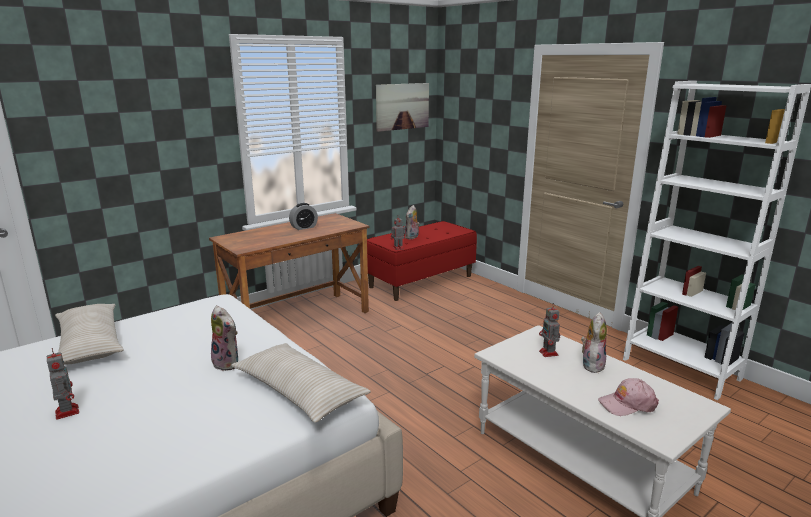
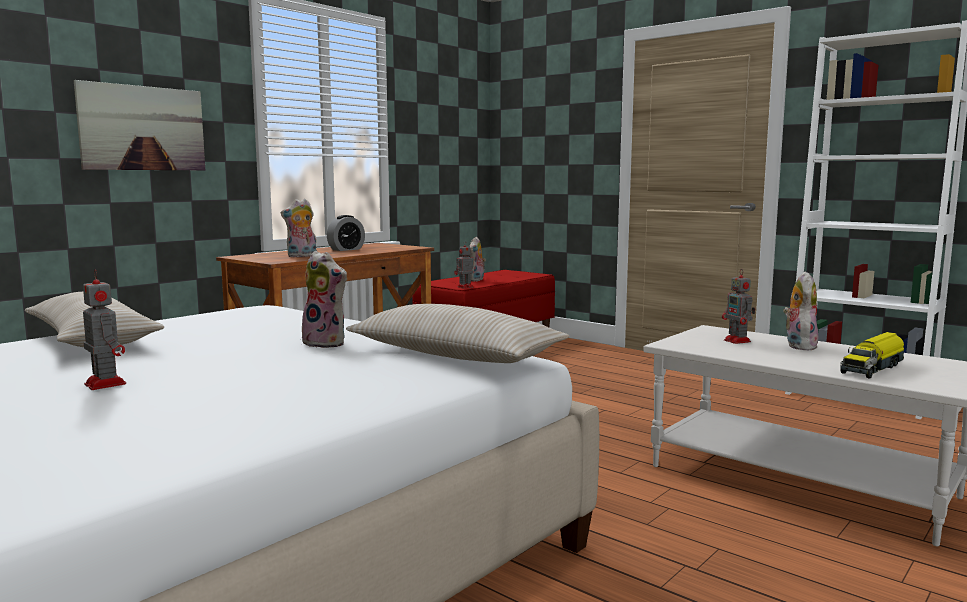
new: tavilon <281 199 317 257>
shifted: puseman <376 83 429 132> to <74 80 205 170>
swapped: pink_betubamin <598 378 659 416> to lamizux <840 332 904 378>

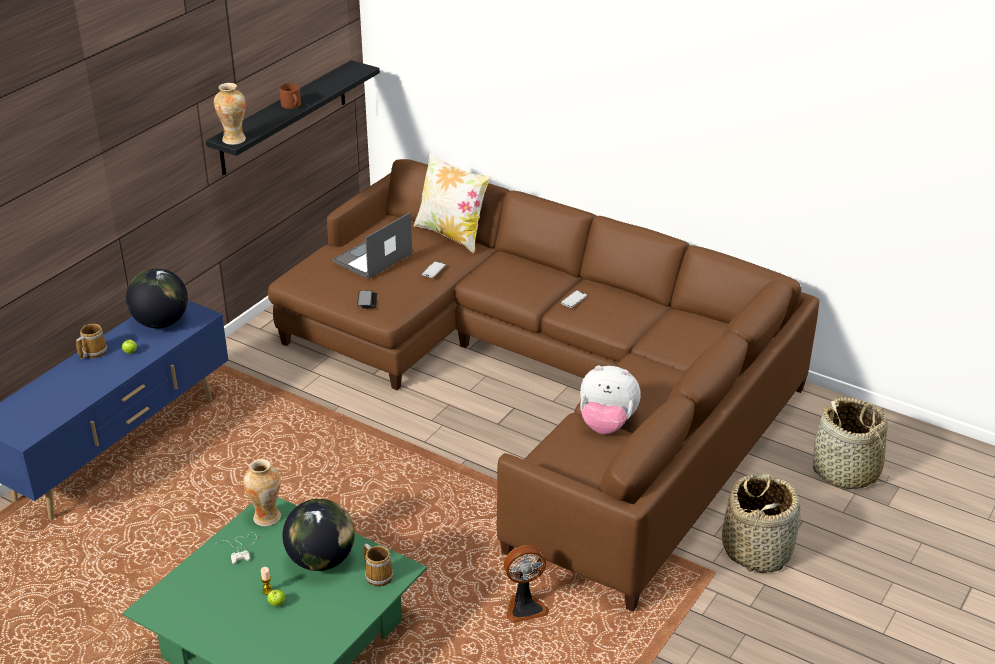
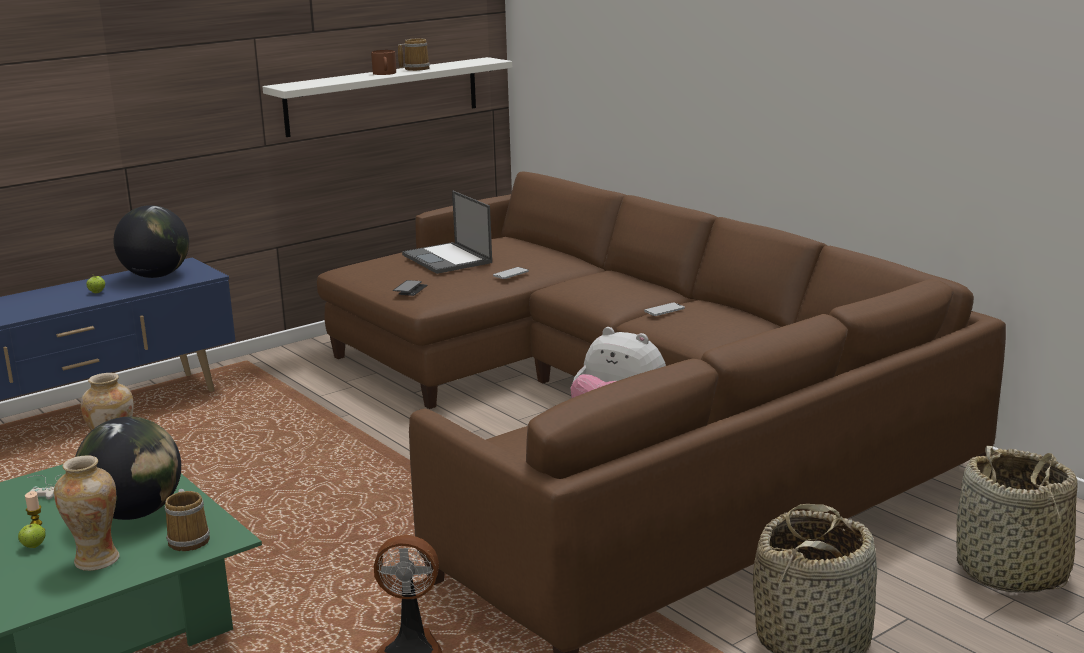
gone: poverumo <414 153 491 253>
shifted: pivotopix <76 324 107 359> to <398 38 430 71>; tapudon <214 83 246 145> to <54 455 120 571>
repainted: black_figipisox <206 60 380 175> to white_figipisox <262 57 512 137>
rotated: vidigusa <333 212 412 279> = <402 191 492 274> 90 degrees counterclockwise

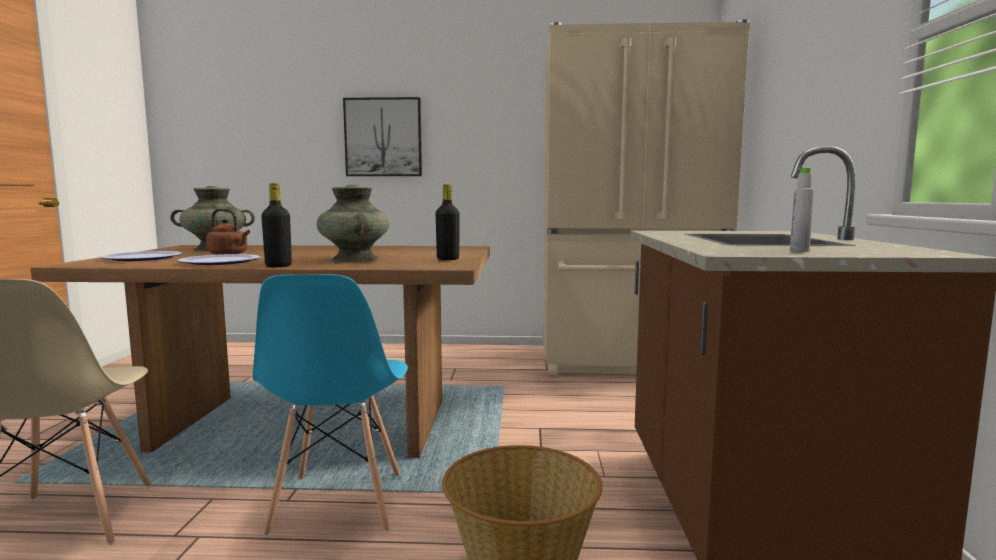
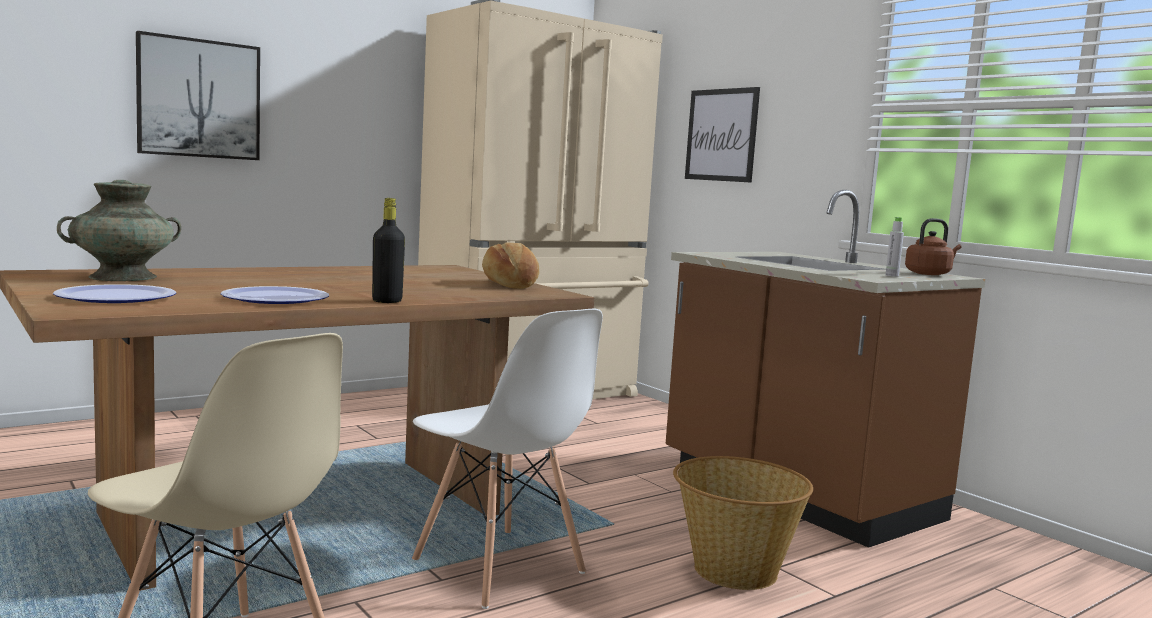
gone: turquoise_tapudon <316 184 389 262>
new: puseman <685 87 760 183>
shifted: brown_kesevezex <206 208 250 255> to <905 218 961 275>
swapped: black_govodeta <436 184 460 260> to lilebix <482 243 539 289>
repainted: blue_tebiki <253 274 408 537> to white_tebiki <412 309 603 609>

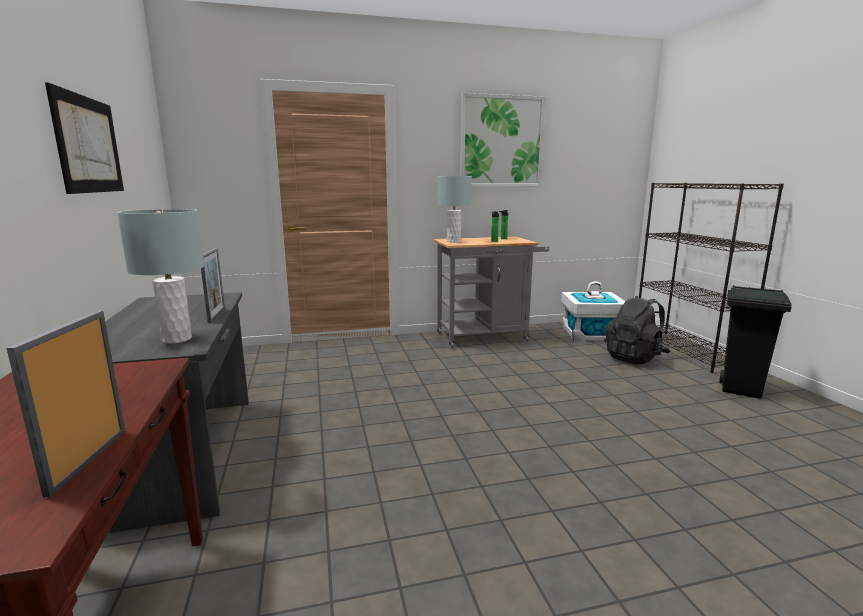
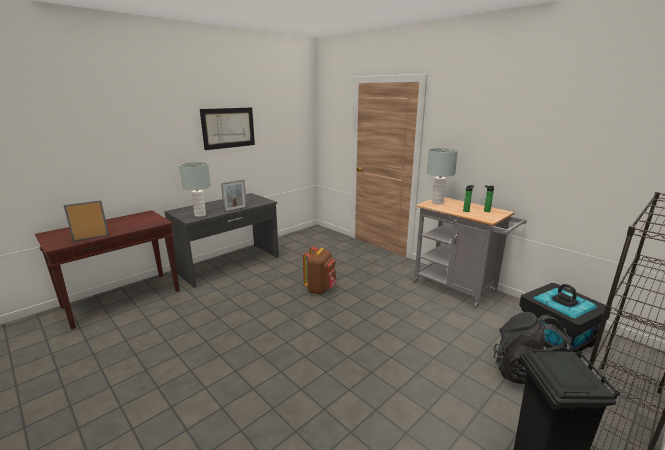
gone: puseman <460 93 546 187>
new: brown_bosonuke <303 246 337 294>
repainted: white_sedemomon <561 281 625 341> to black_sedemomon <519 283 611 352>

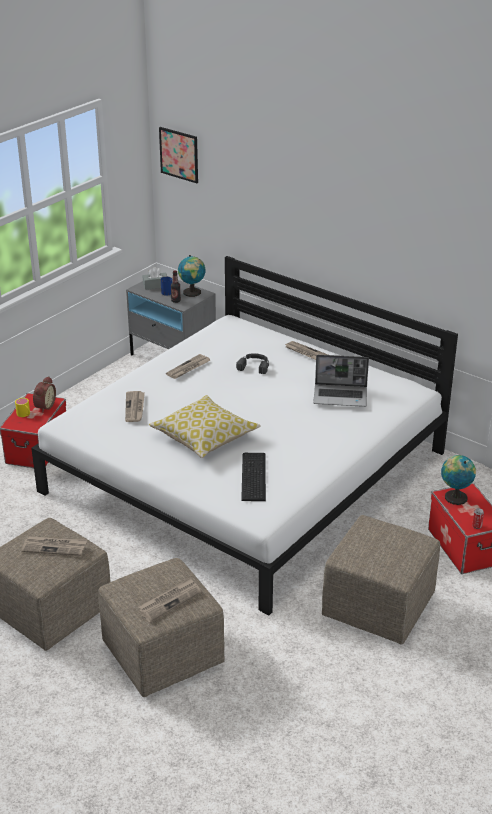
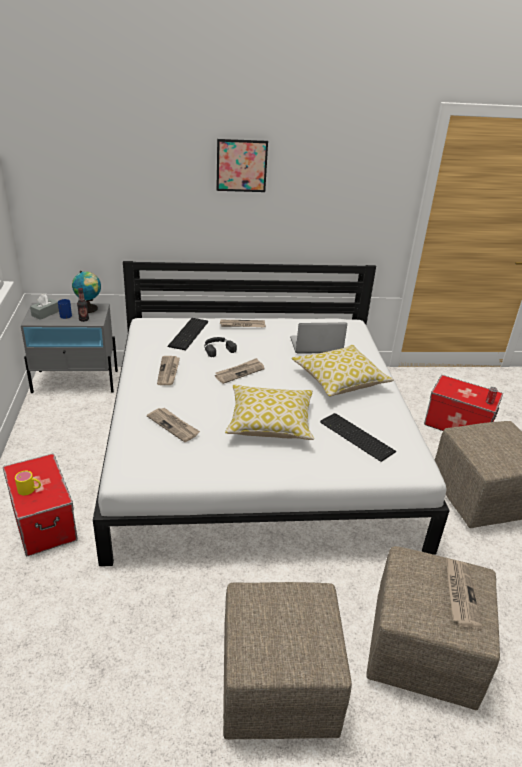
gone: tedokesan <33 376 56 413>; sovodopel <441 455 476 505>
new: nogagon <167 318 208 350>; poverumo <292 345 394 397>
shifted: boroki <21 536 87 556> to <215 358 265 384>; puseman <159 127 198 183> to <216 139 268 192>
rotated: vidigusa <313 355 369 407> = <290 323 347 354> 150 degrees counterclockwise

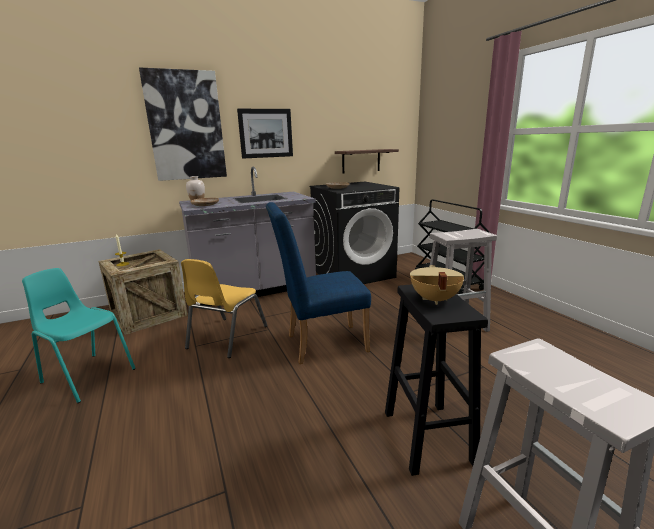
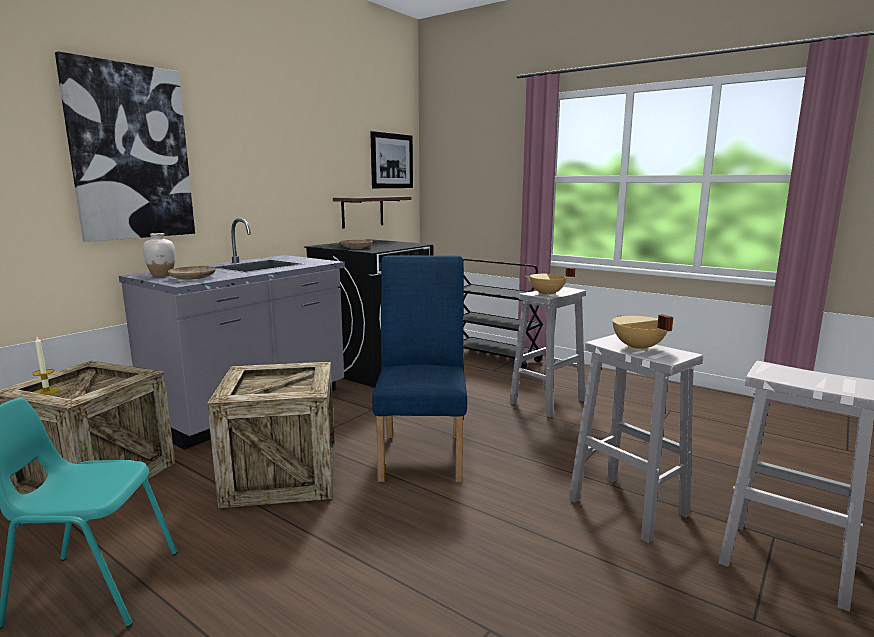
new: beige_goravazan <525 268 575 296>
shifted: puseman <237 109 293 159> to <370 131 413 188>
swapped: yellow_tebiki <181 259 267 358> to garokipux <207 362 335 508>
repainted: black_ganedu <385 284 488 476> to white_ganedu <569 334 703 543>
rotated: blue_tebiki <266 202 371 364> = <372 256 467 482> 135 degrees clockwise

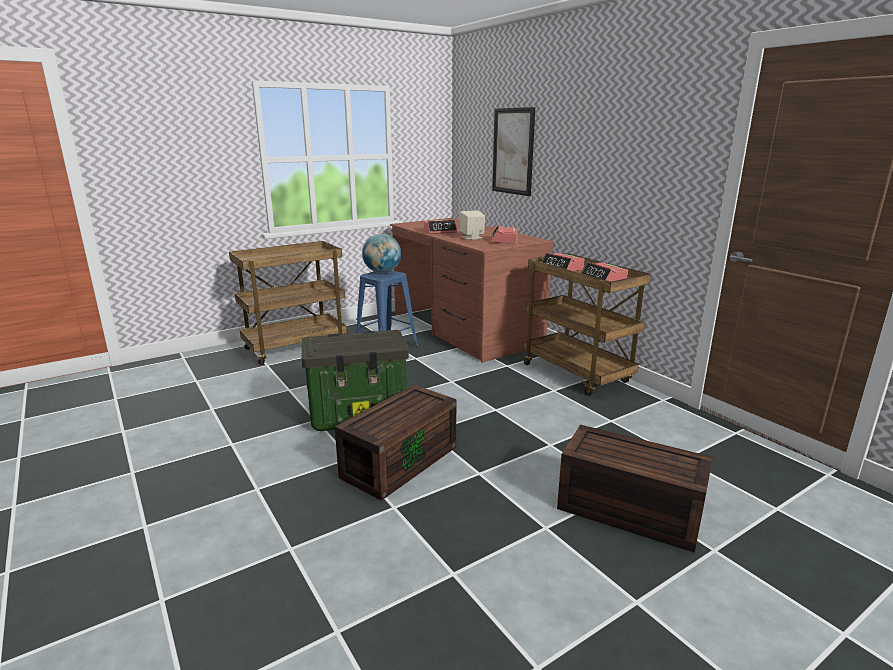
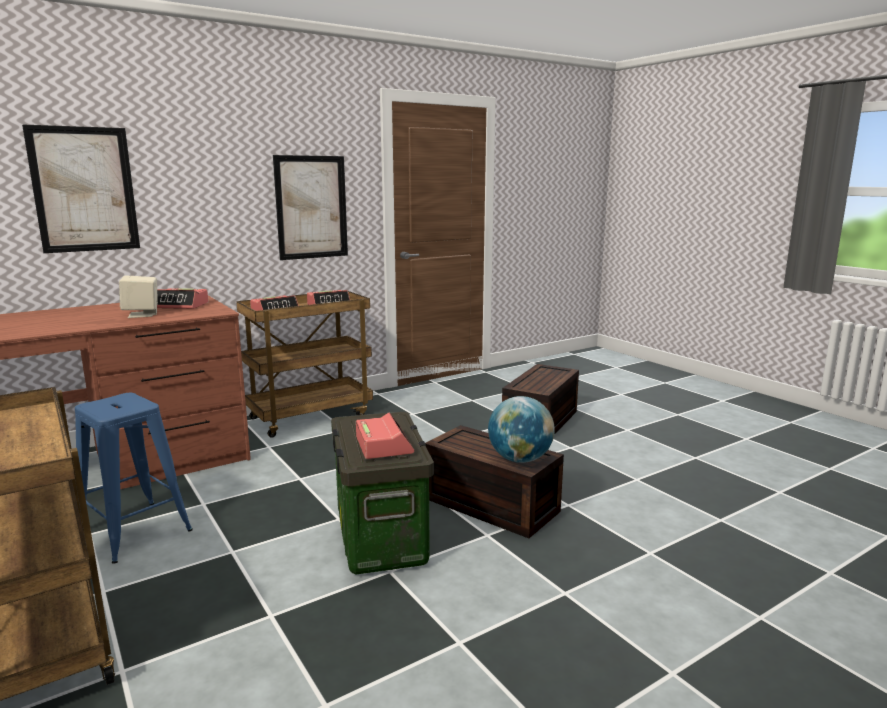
new: puseman <273 155 348 260>
shifted: sovodopel <362 234 401 273> to <488 396 555 463>; tedokesan <424 220 457 234> to <356 412 414 459>

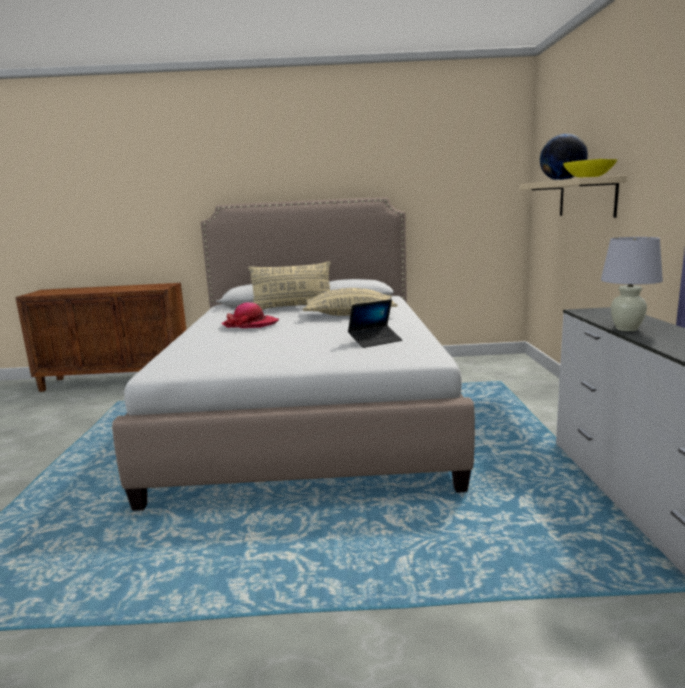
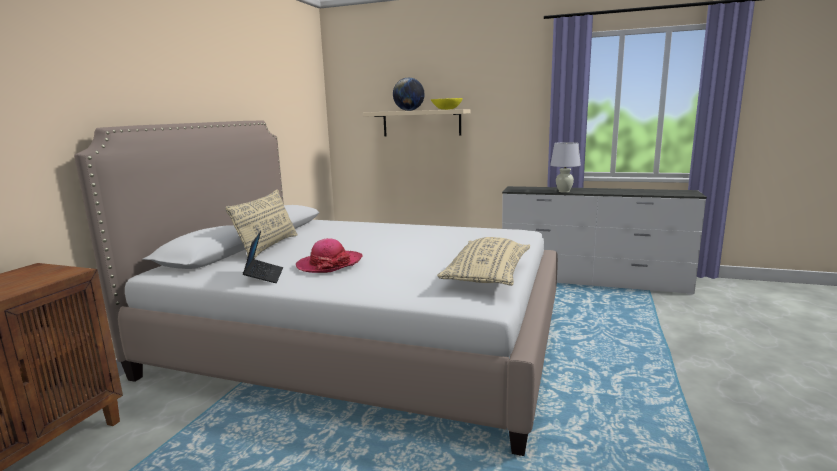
shifted: beige_poverumo <303 288 398 316> to <437 237 530 286>; vidigusa <348 299 402 348> to <243 231 283 283>

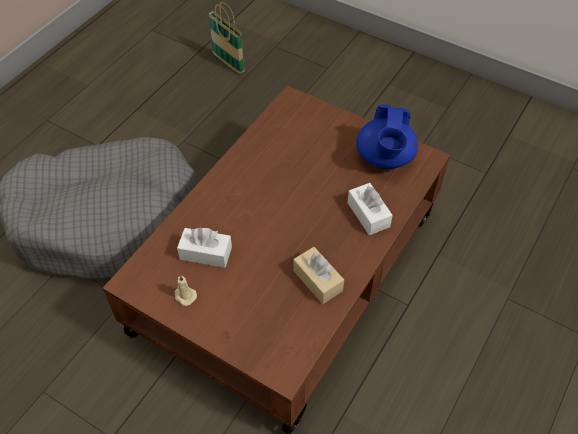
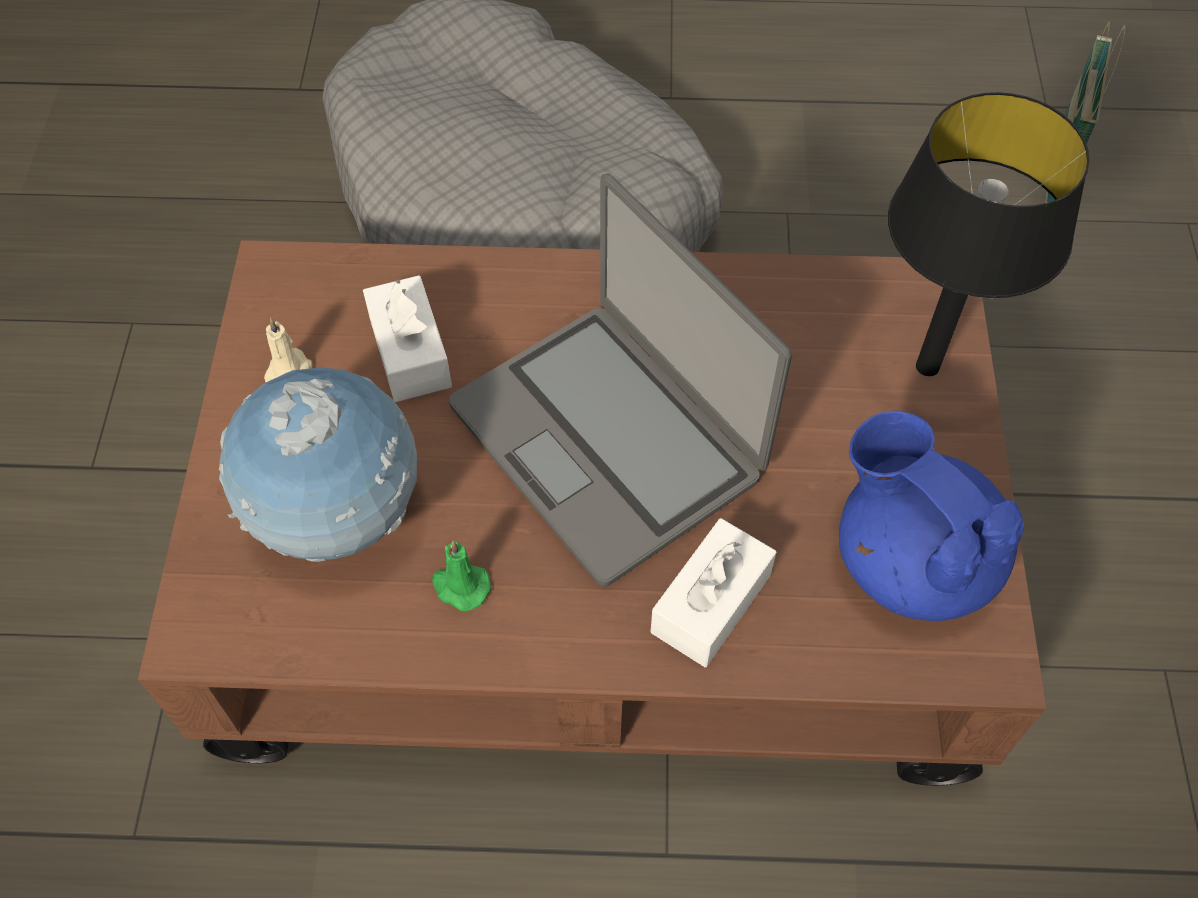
new: sovodopel <219 367 417 562>; vidigusa <449 174 792 587>; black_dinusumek <888 92 1089 376>
swapped: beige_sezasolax <293 247 344 304> to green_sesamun <432 541 491 611>
rotated: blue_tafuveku <356 104 418 169> = <839 410 1024 621> 75 degrees clockwise

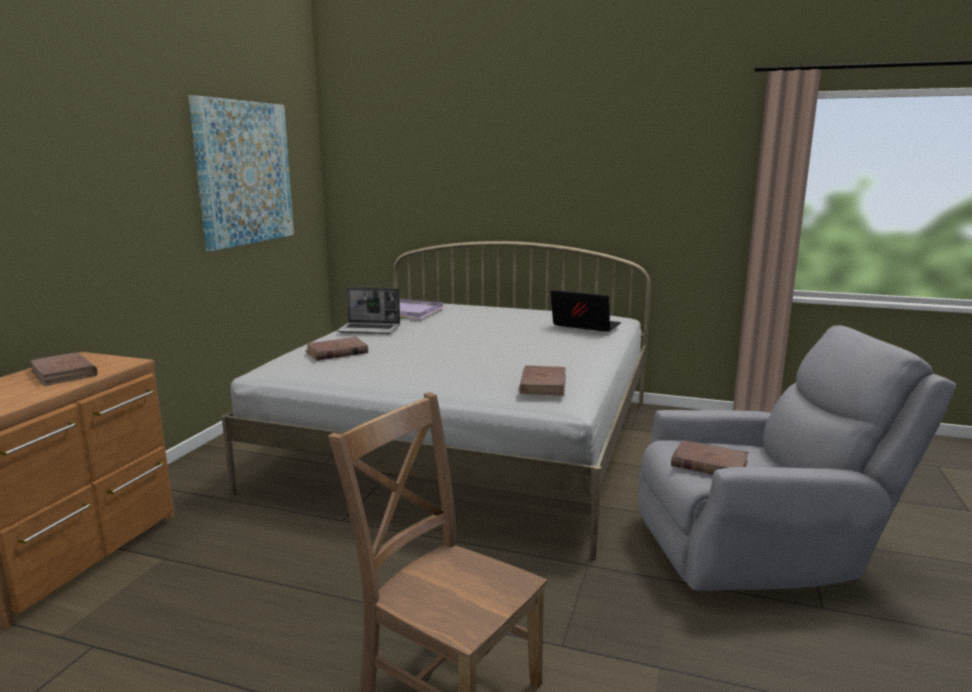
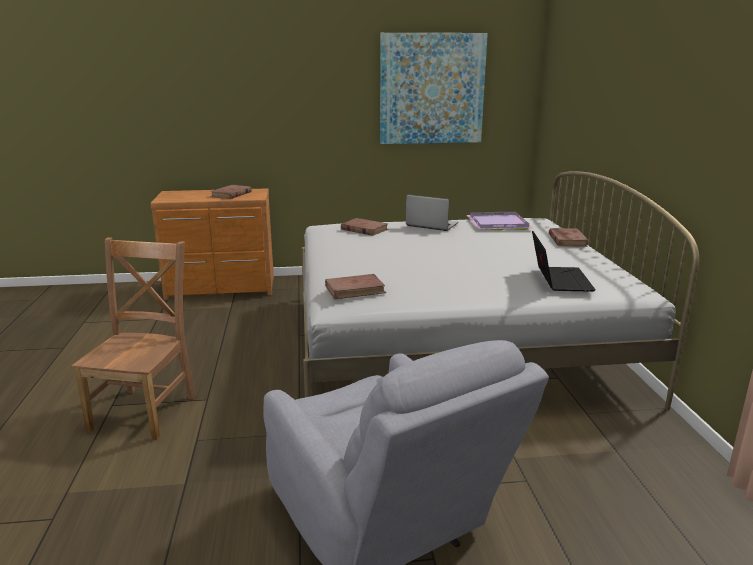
shifted: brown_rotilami <671 440 749 474> to <549 228 589 247>
rotated: vidigusa <337 287 400 334> = <406 194 458 231> 135 degrees clockwise

